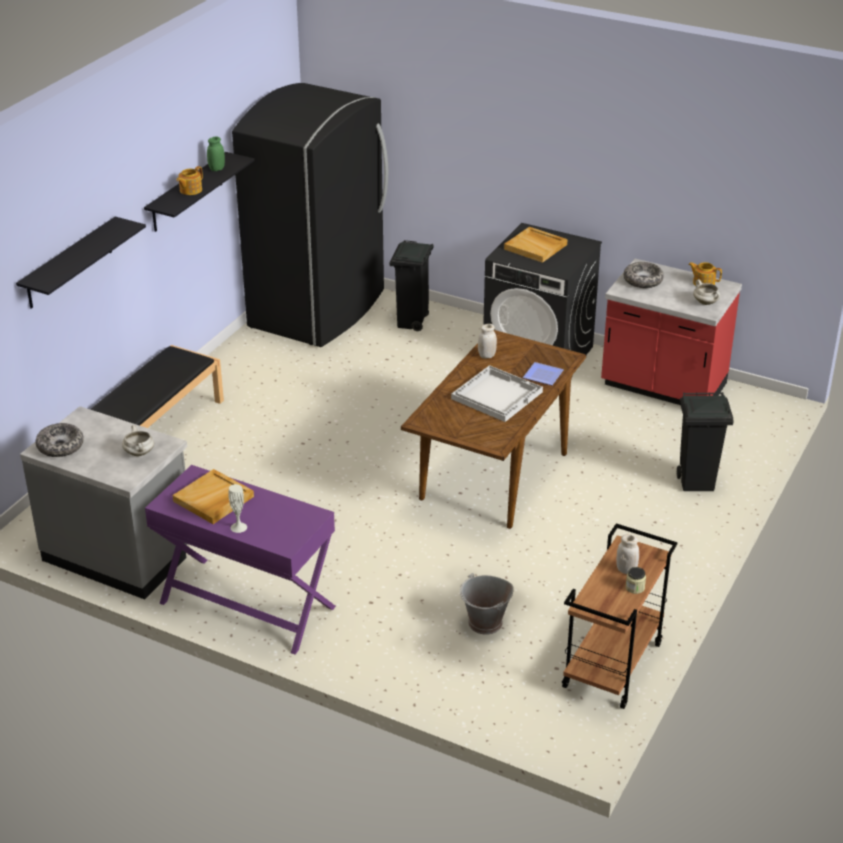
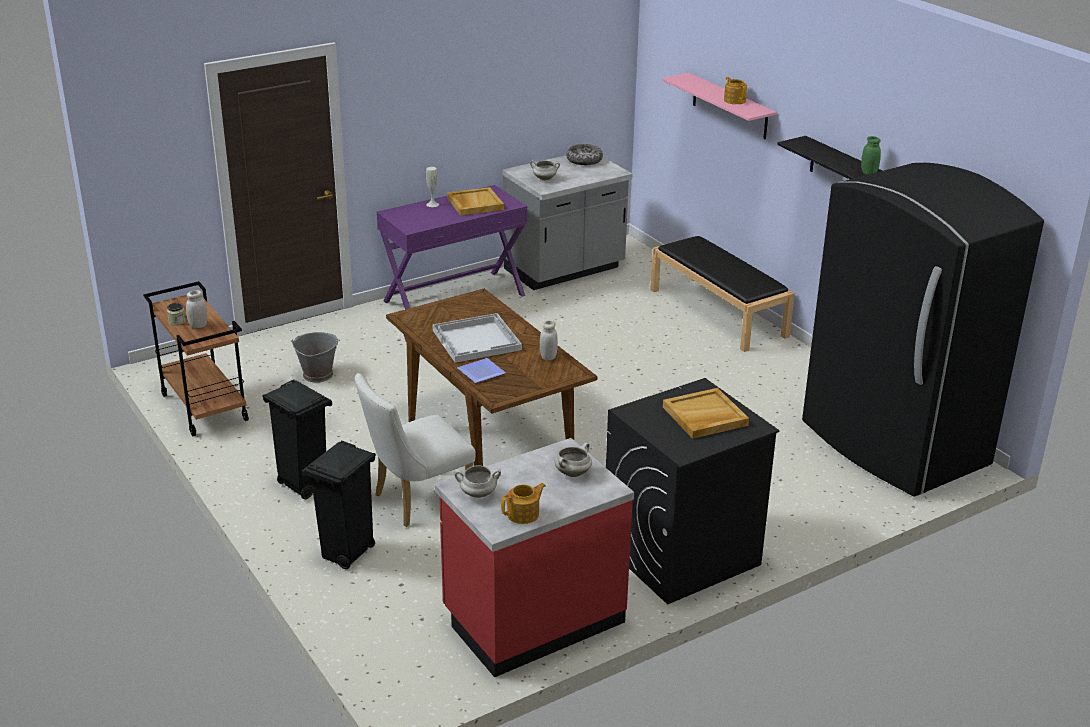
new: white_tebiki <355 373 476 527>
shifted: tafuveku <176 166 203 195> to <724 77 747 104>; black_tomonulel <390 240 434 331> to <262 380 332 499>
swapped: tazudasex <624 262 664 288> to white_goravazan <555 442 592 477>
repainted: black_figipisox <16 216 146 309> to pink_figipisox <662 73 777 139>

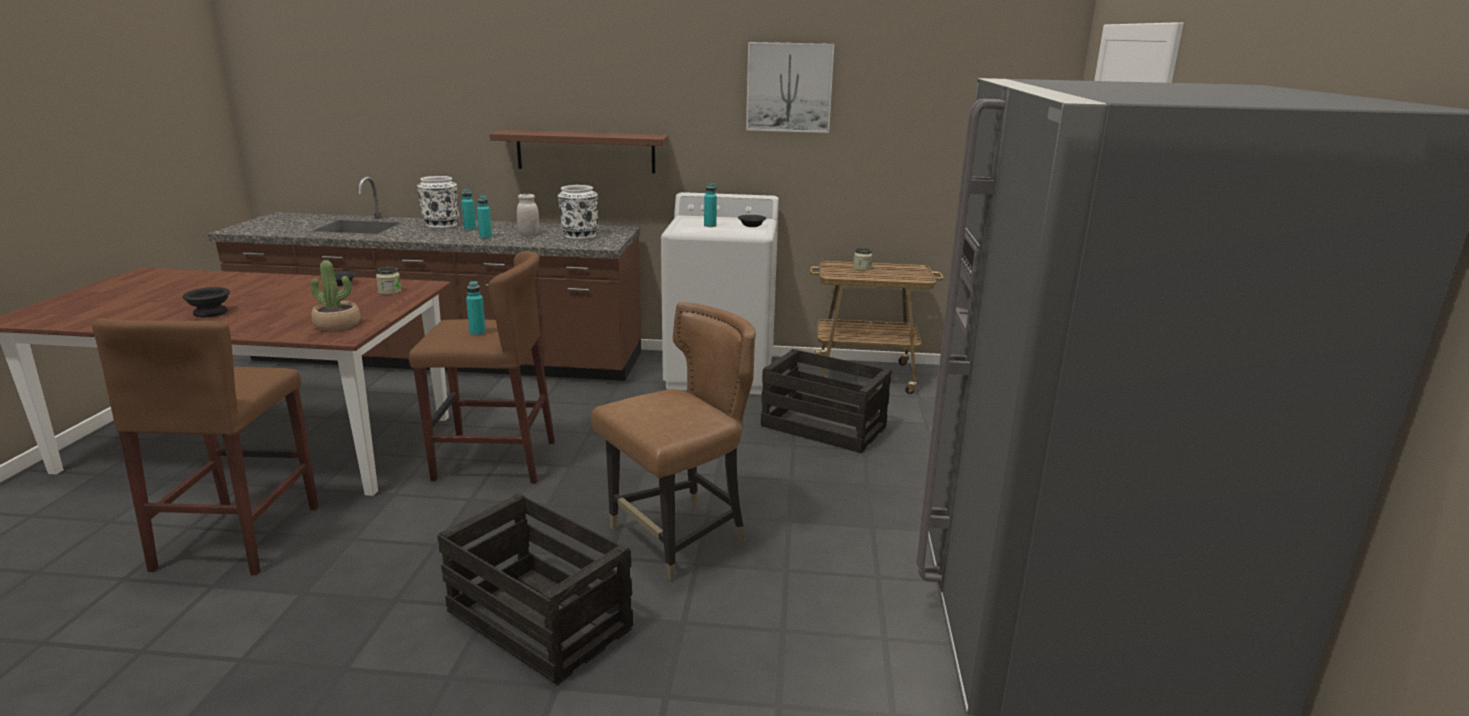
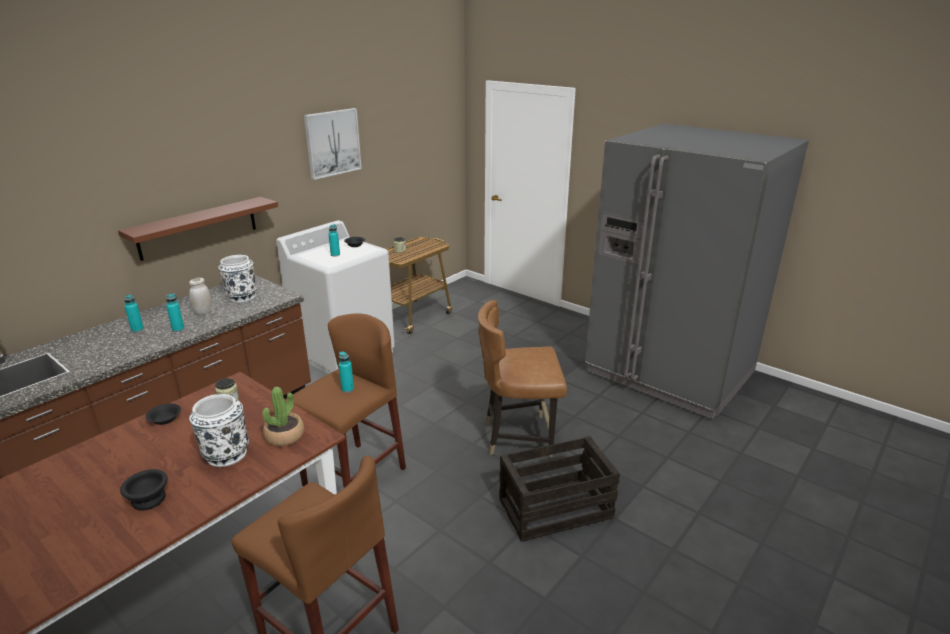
gone: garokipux <761 349 892 453>
shifted: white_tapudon <417 176 459 229> to <189 394 249 467>
rotated: brown_tebiki <591 302 756 582> = <478 300 567 458> 90 degrees counterclockwise

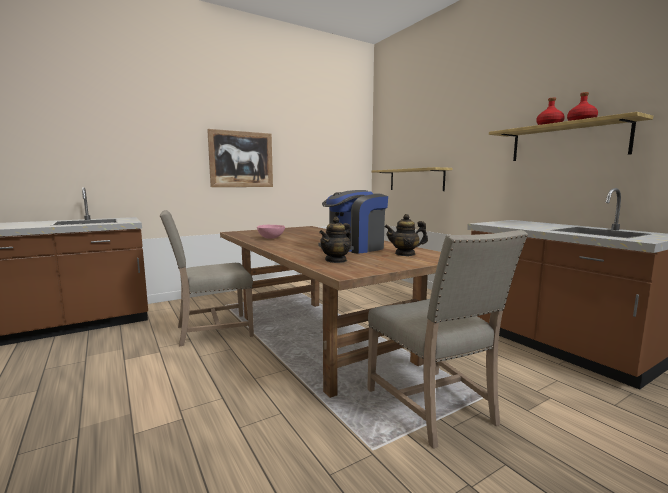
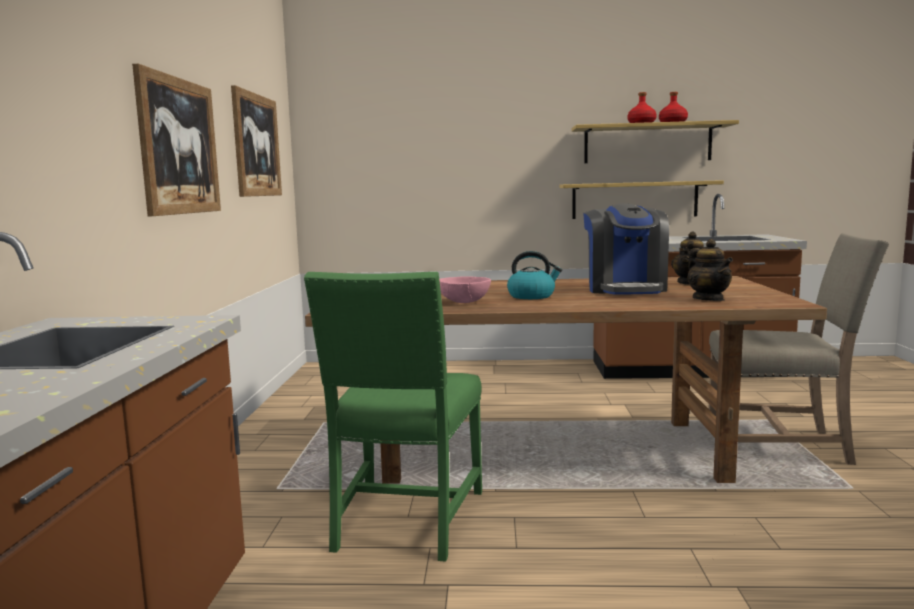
new: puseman <231 85 282 197>; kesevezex <507 251 562 299>
shifted: figipisox <372 167 452 191> to <560 180 724 219>
repainted: beige_tebiki <160 210 254 346> to green_tebiki <304 272 482 562>

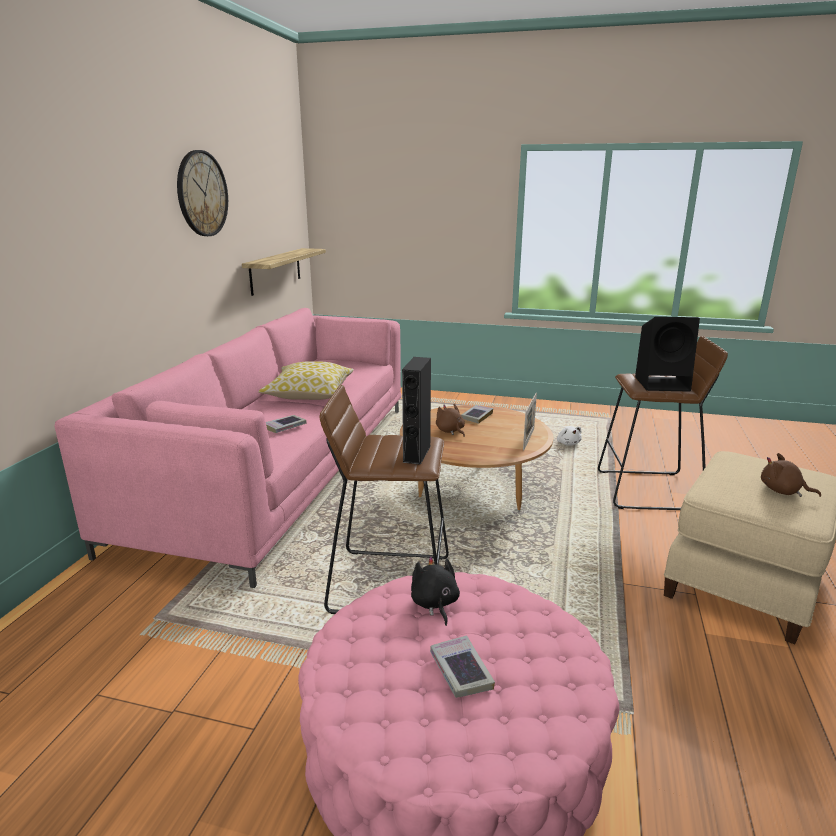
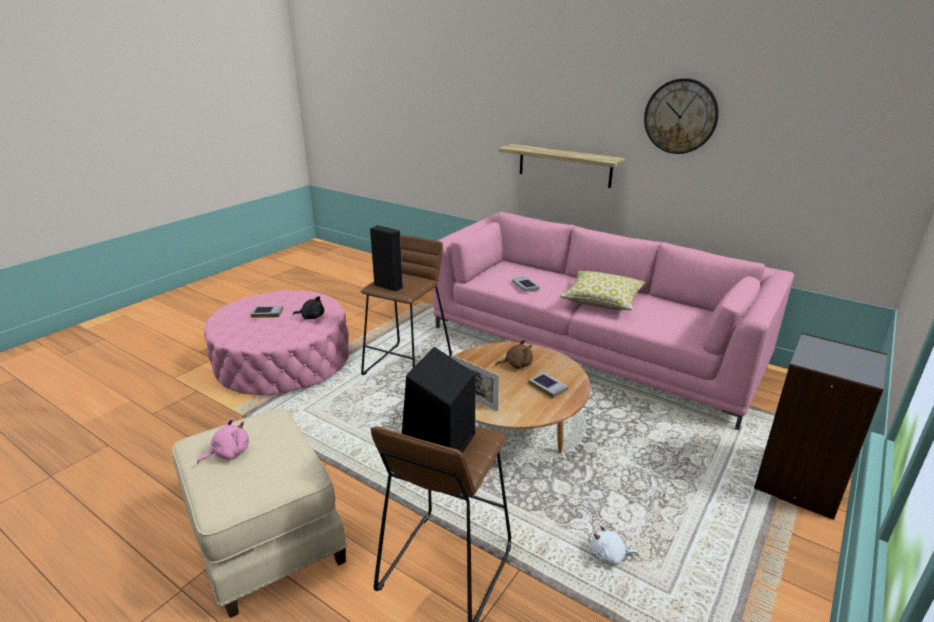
new: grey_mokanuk <754 333 887 520>
shifted: figipisox <242 248 326 296> to <499 144 625 188>
repainted: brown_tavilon <761 453 821 497> to pink_tavilon <197 417 249 463>

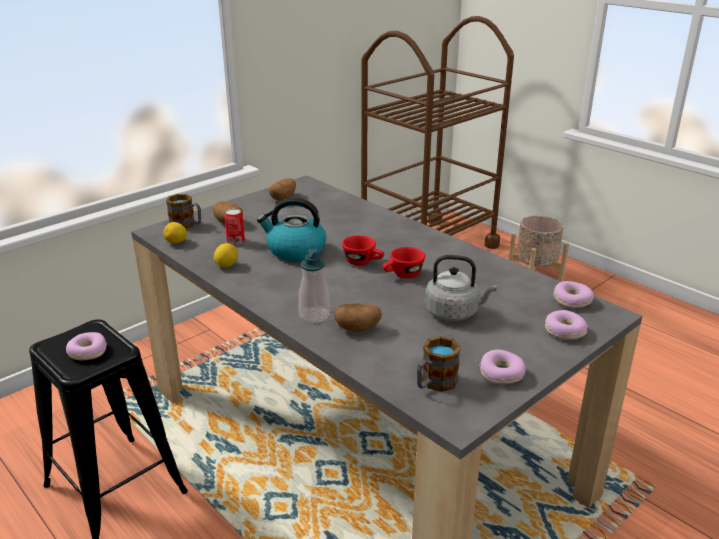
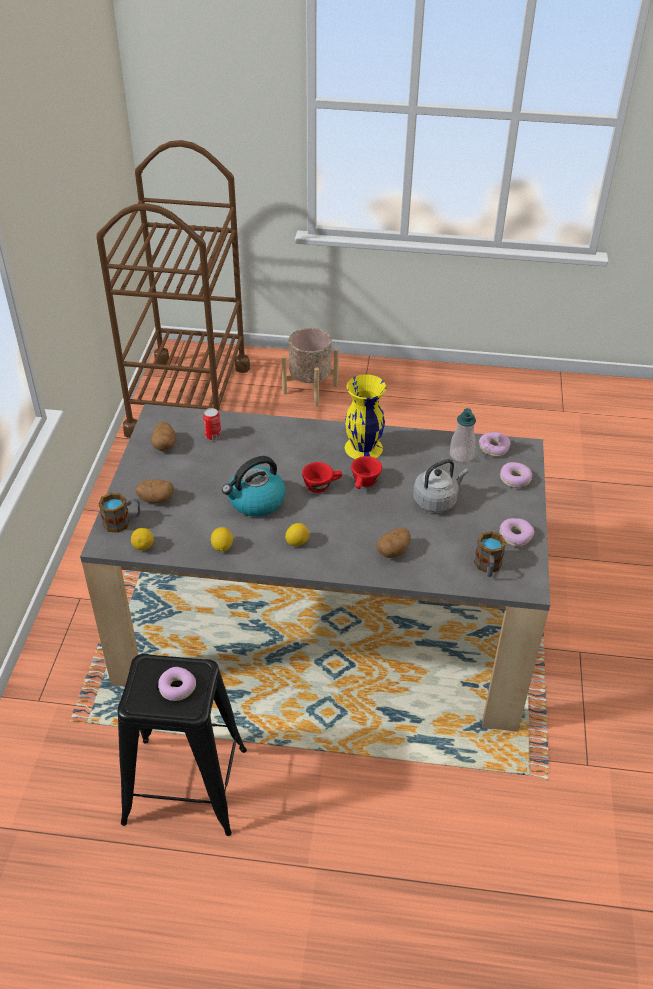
new: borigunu <285 523 310 546>; yellow_tapudon <345 374 387 459>
shifted: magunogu <225 209 245 245> to <203 408 221 440>; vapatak <299 249 330 323> to <450 408 476 462>

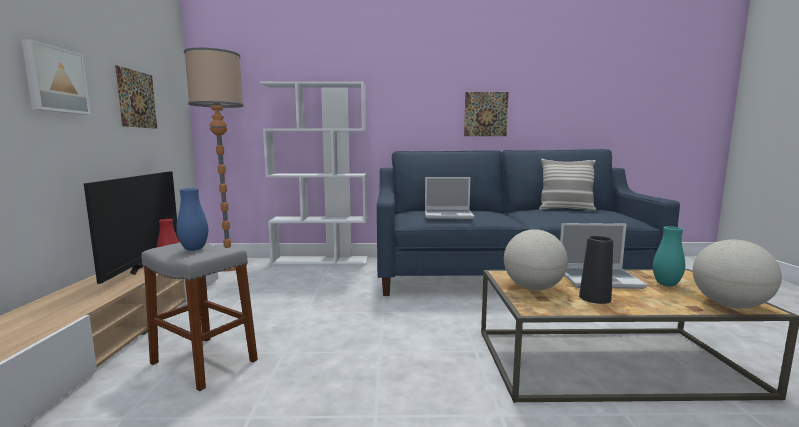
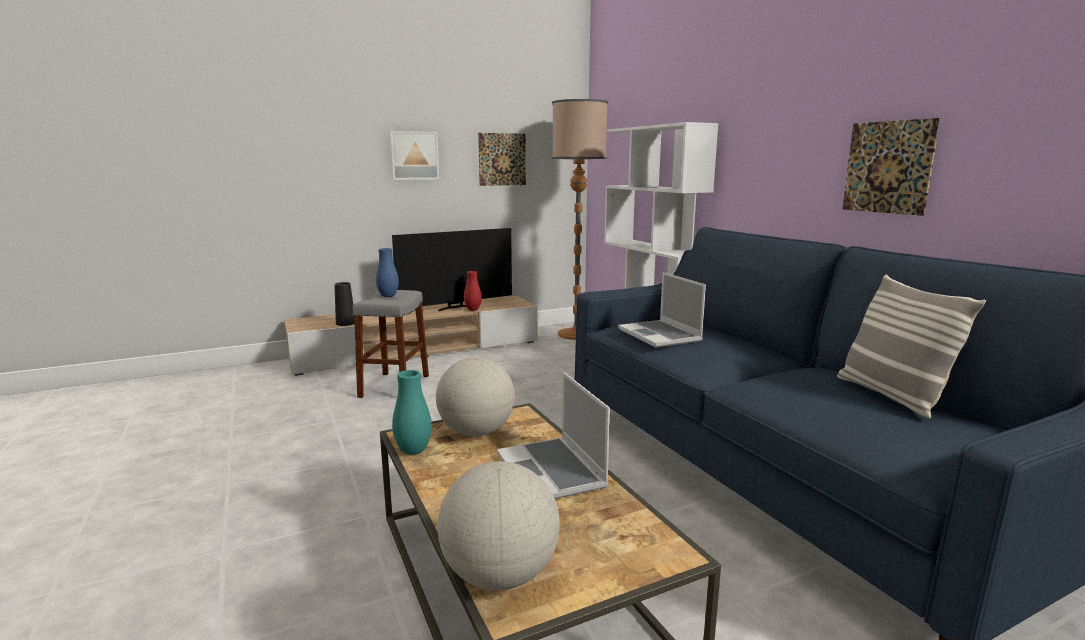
shifted: black_tapudon <579 236 613 304> to <334 282 354 326>; turquoise_tapudon <653 226 685 286> to <392 370 432 455>

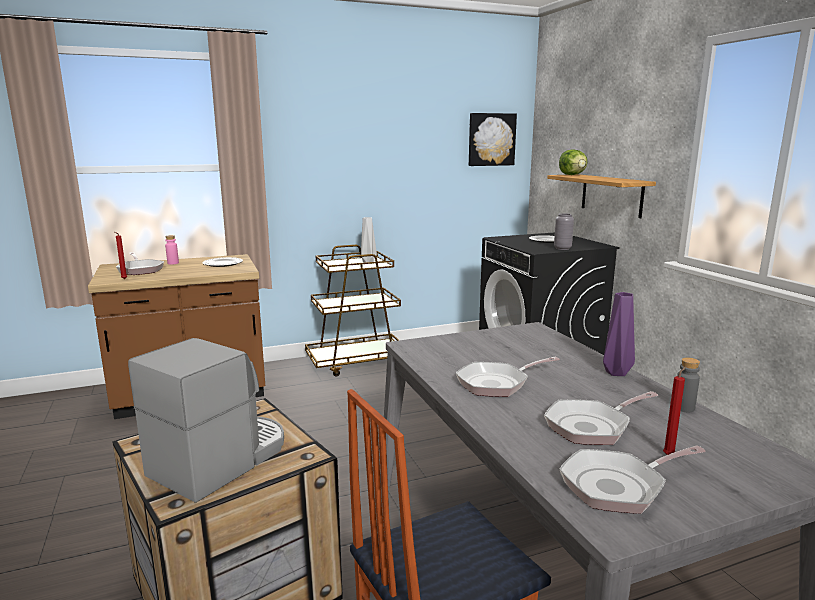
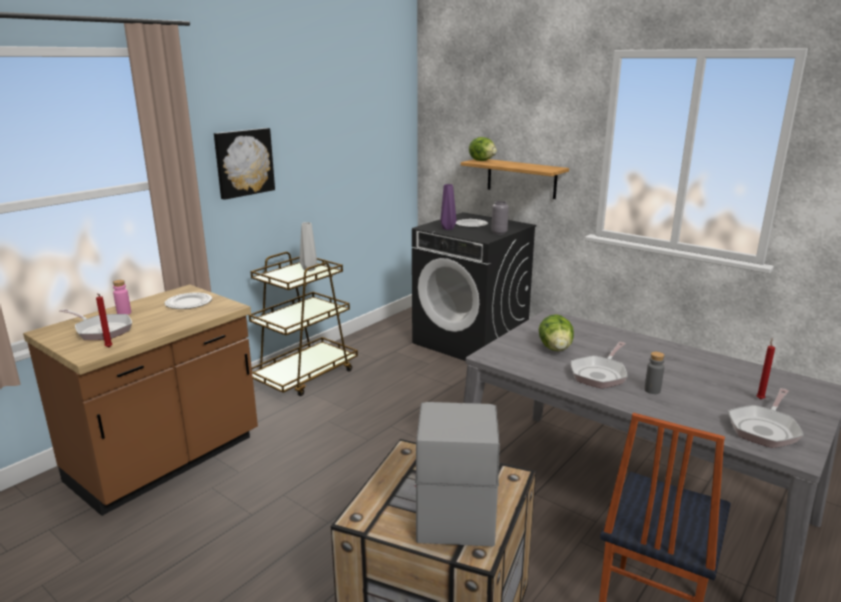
gone: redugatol <544 391 658 445>
new: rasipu <539 314 574 351>
shifted: puseman <469 113 517 166> to <214 128 275 200>; purple_tapudon <603 292 635 376> to <441 184 456 230>; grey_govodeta <677 357 700 412> to <644 352 665 394>

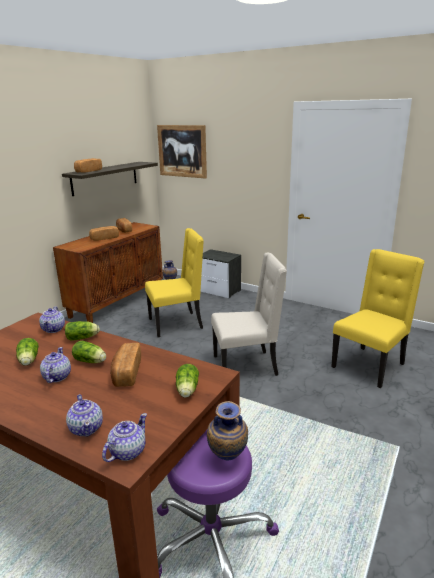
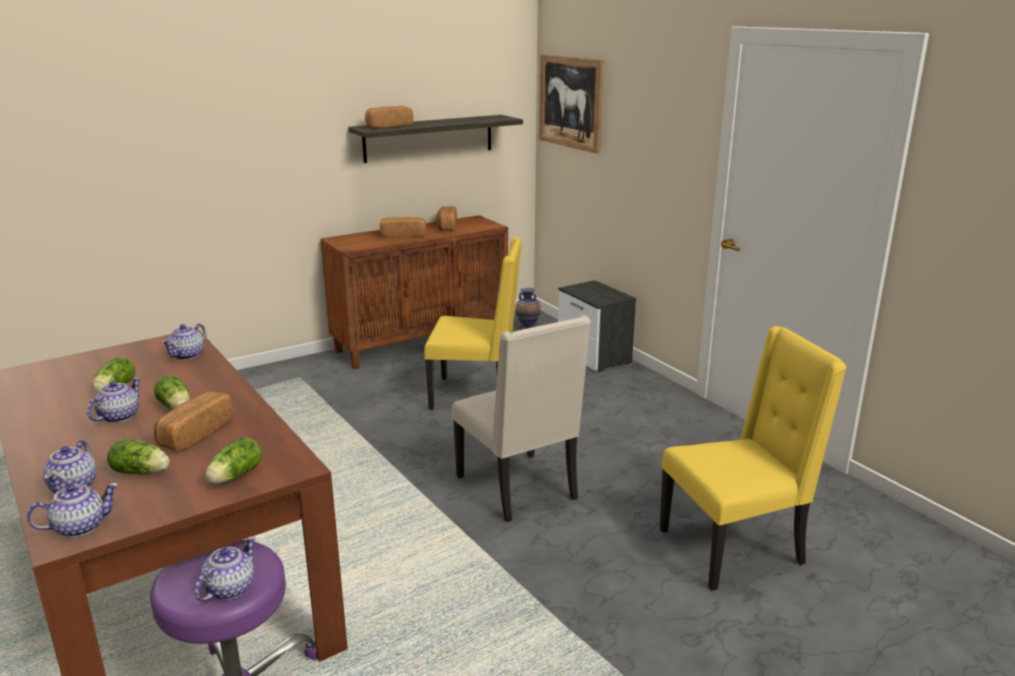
shifted: rasipu <65 321 100 340> to <107 439 170 475>
swapped: tapudon <207 401 248 460> to tafuveku <195 536 256 602>
rotated: beige_tebiki <211 252 287 376> = <452 315 591 522> 45 degrees clockwise

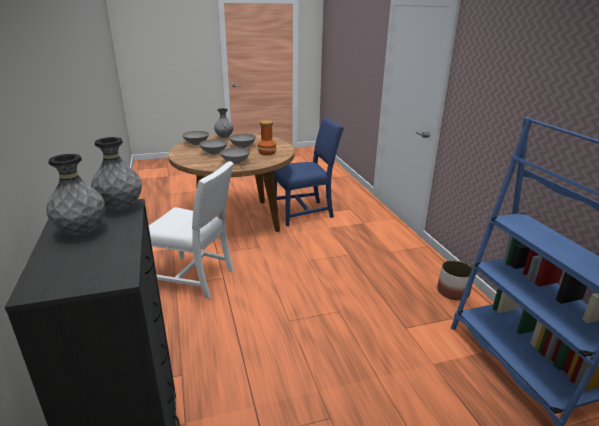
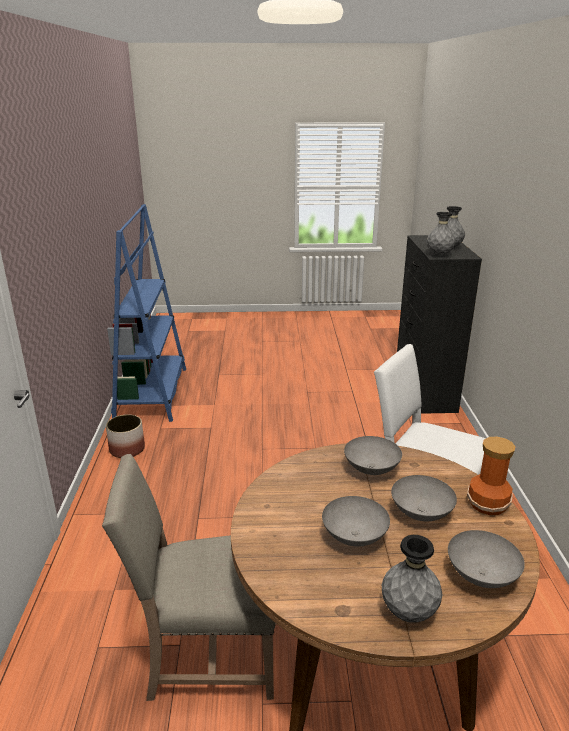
shifted: tapudon <257 120 277 155> to <467 437 515 515>
repainted: blue_tebiki <274 117 344 226> to beige_tebiki <102 454 275 701>

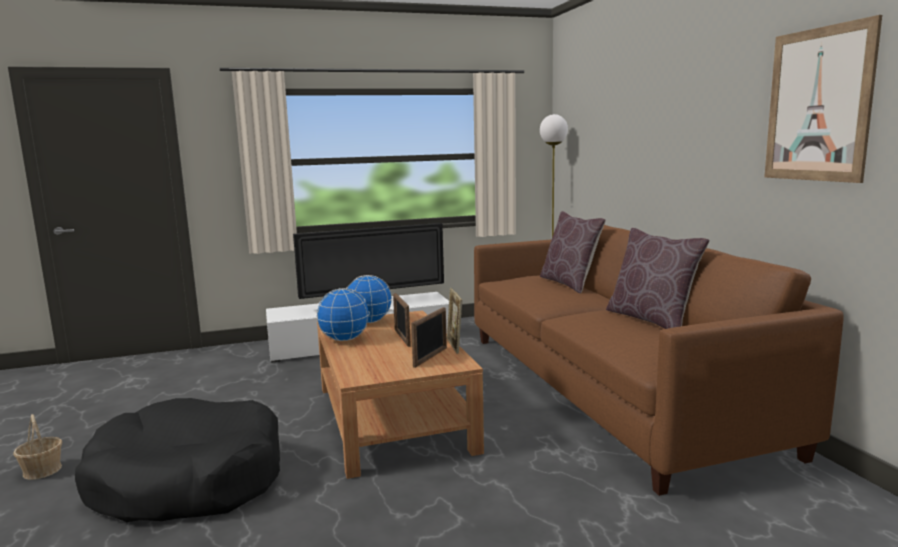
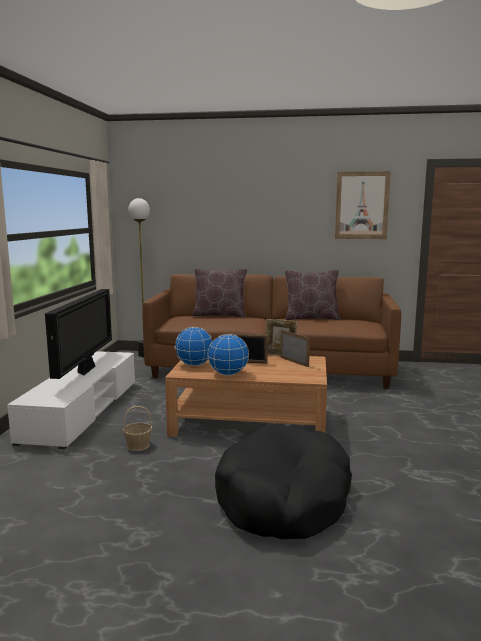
shifted: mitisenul <13 414 62 480> to <123 406 152 451>

